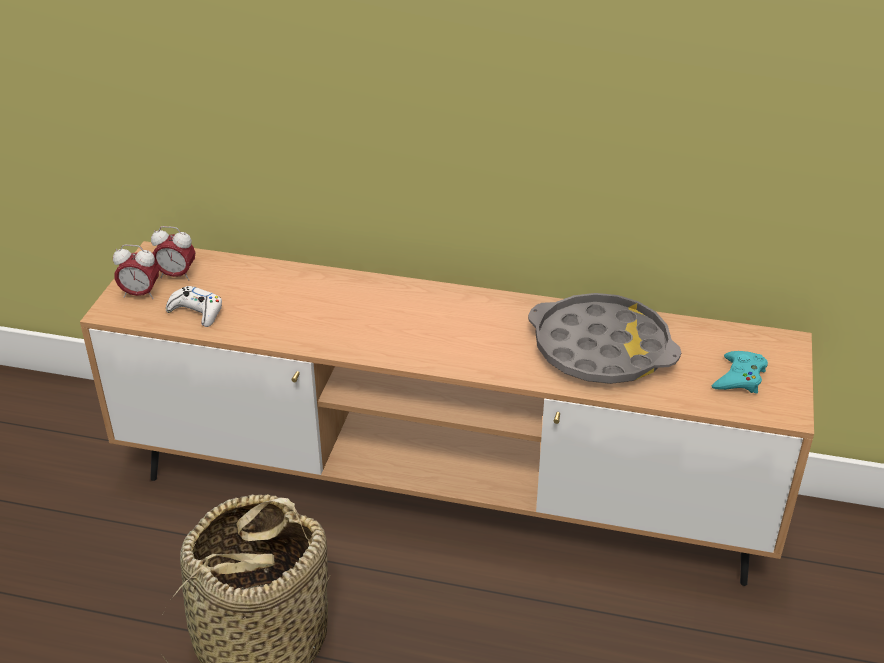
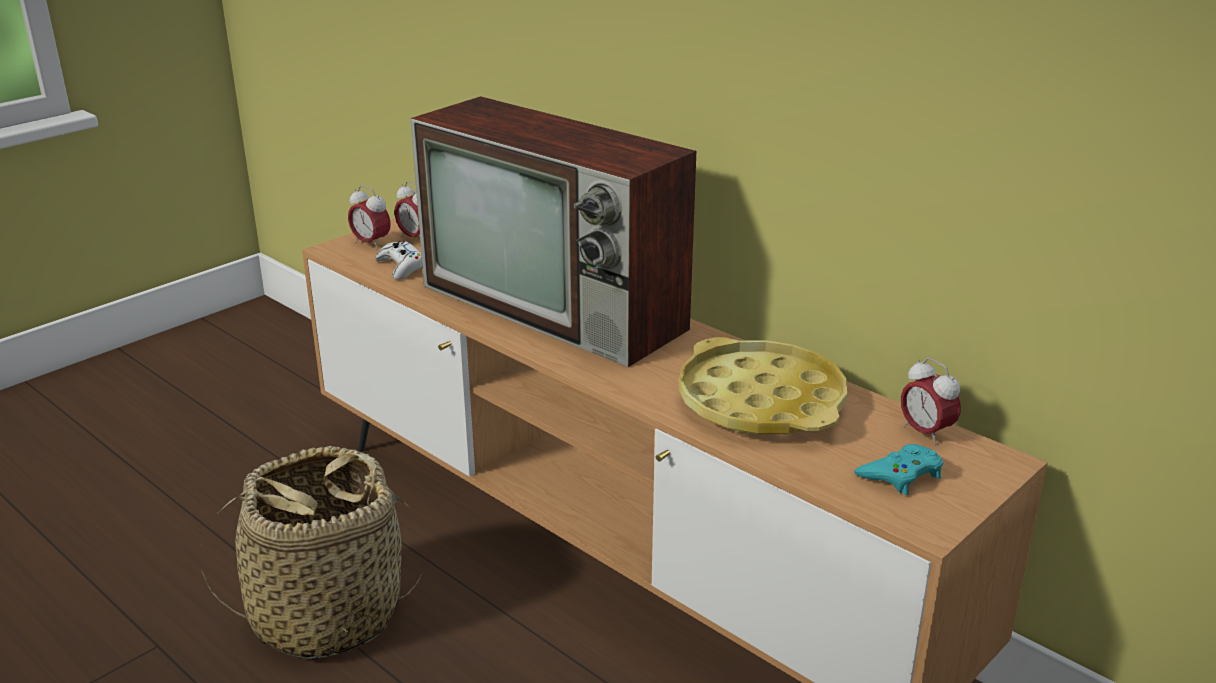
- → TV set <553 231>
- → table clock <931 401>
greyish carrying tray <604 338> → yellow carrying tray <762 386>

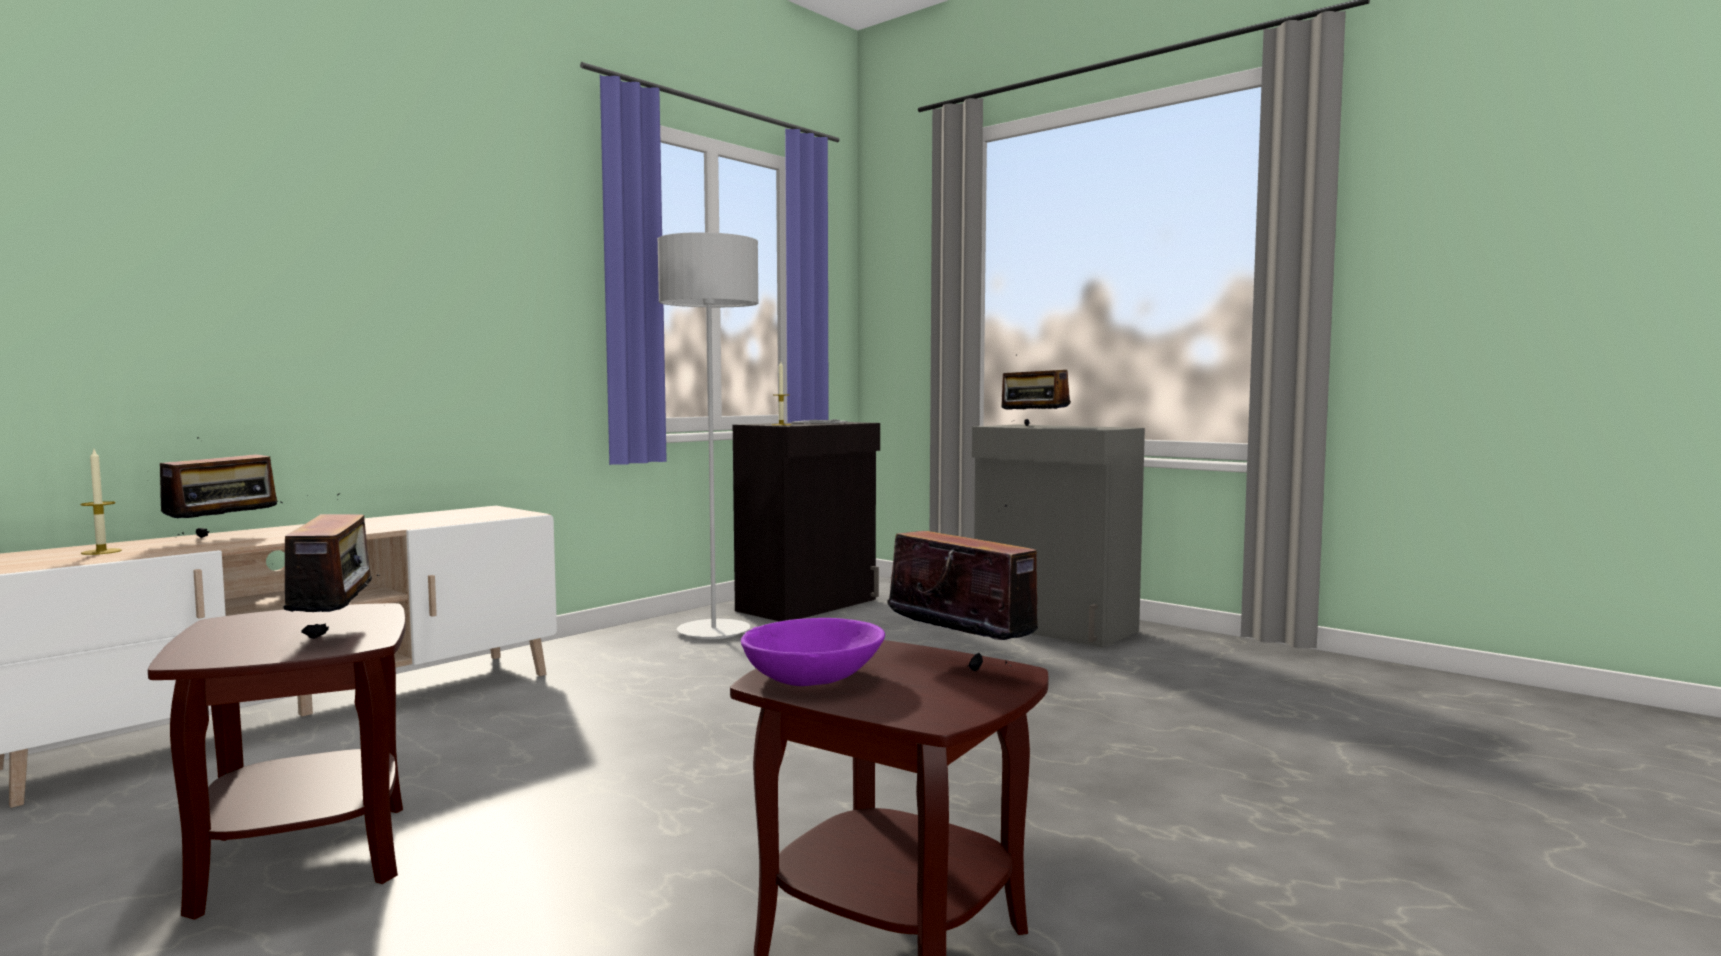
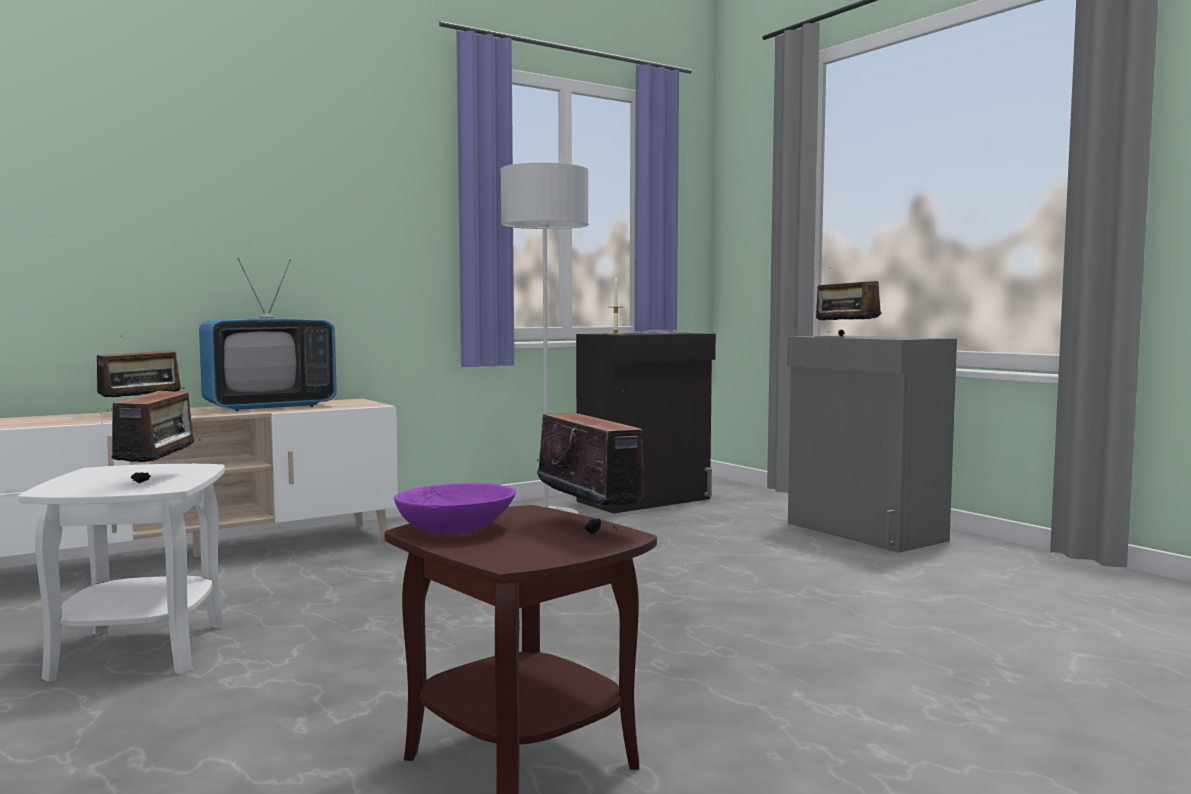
candle <101 502> → -
- → TV set <268 334>
brown end table <277 761> → whitish end table <121 573>

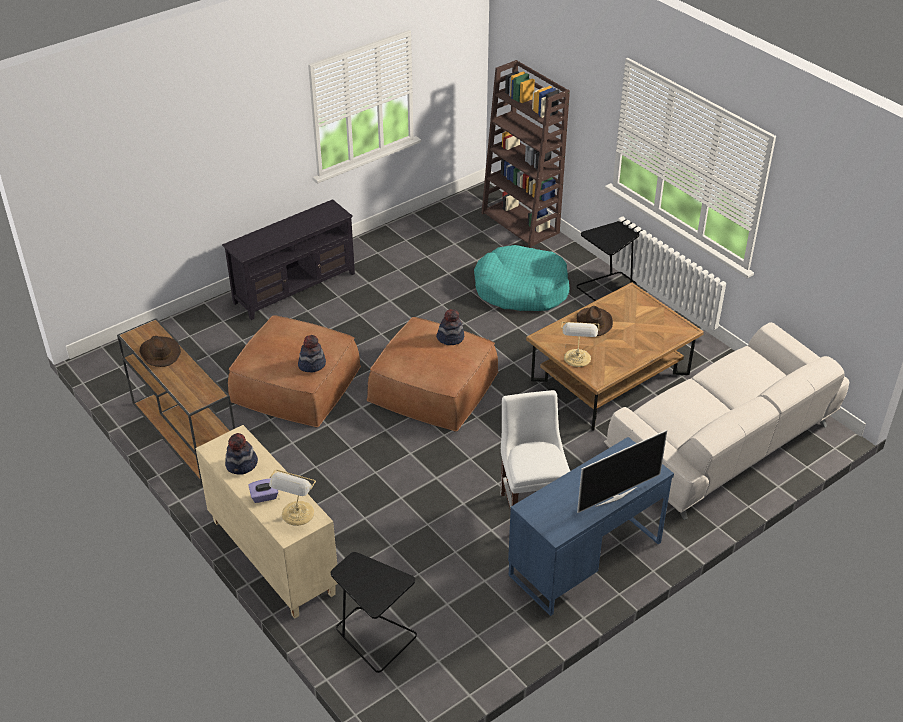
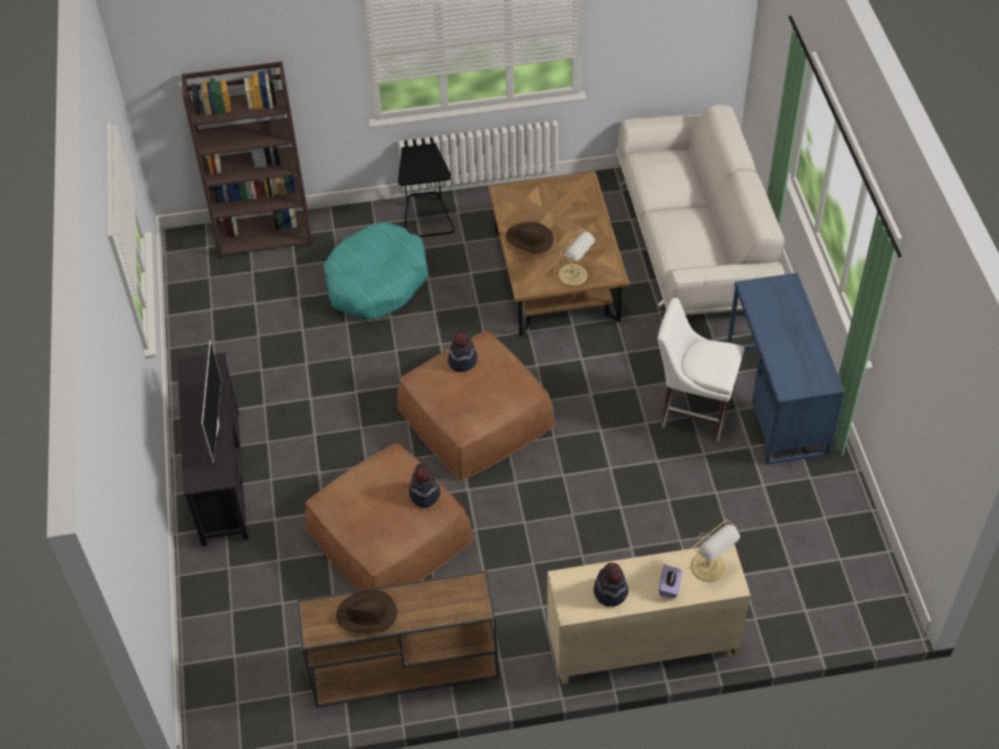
black end table <374 612> → -
TV set <622 471> → TV set <211 401>, moved

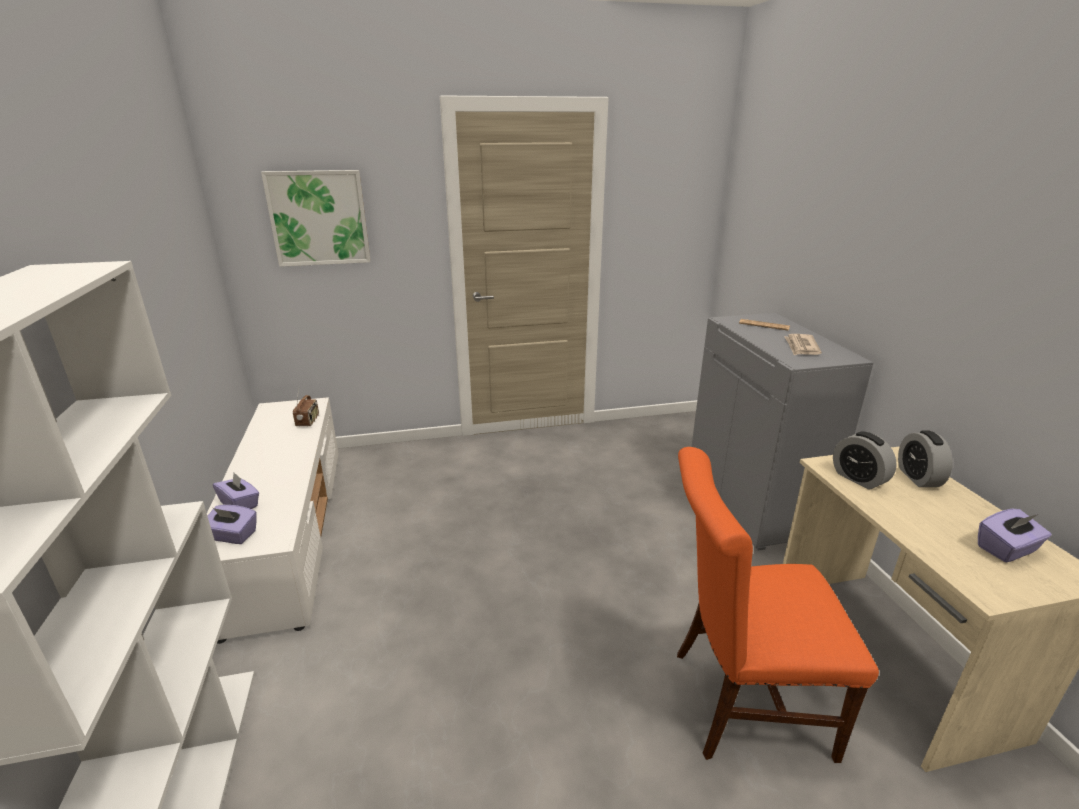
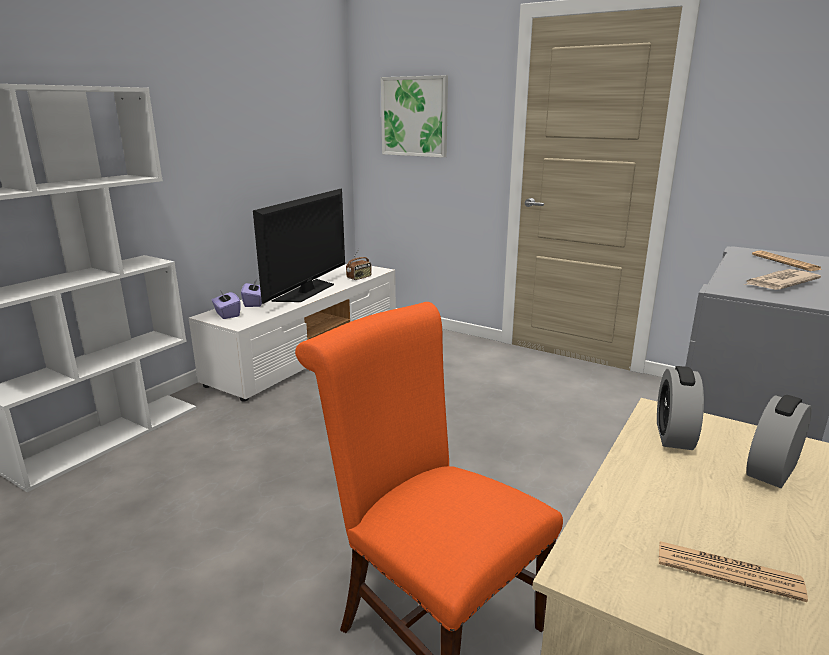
- → TV set <299 246>
purplish tissue holder <1015 535> → printed paper <733 571>

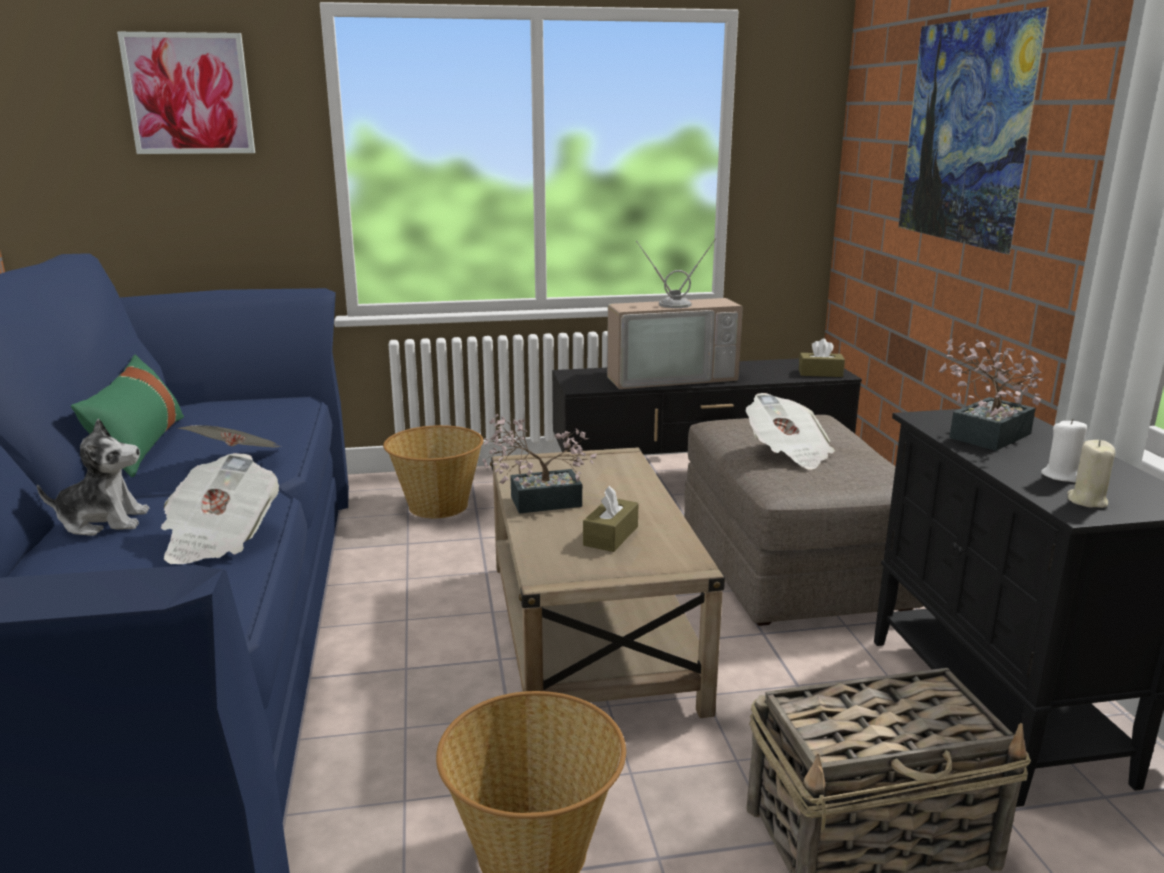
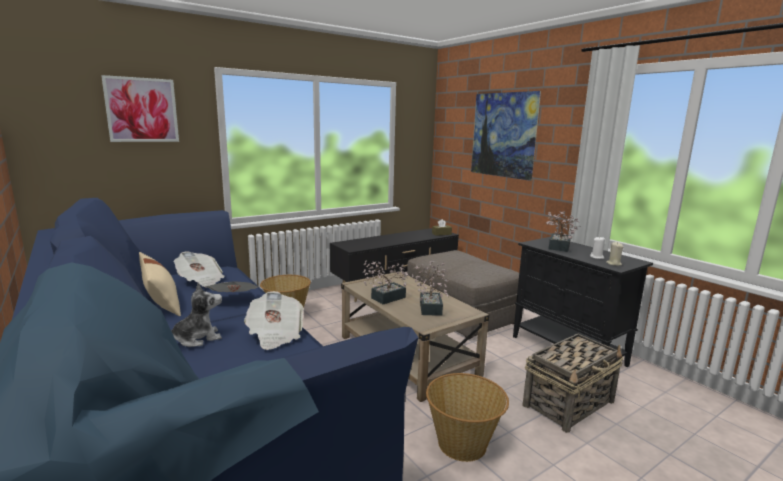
TV set <675 313> → -
printed paper <790 431> → printed paper <199 269>, moved
brown tissue holder <610 519> → houseplant <430 288>
green pillow <127 416> → sand-coloured pillow <160 284>

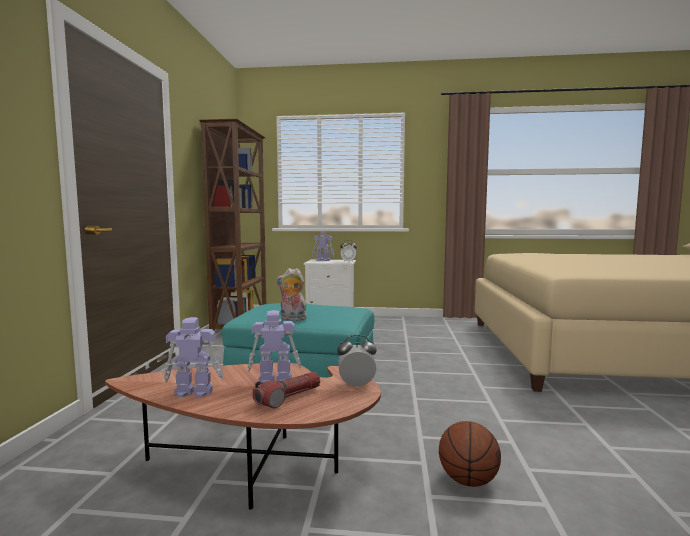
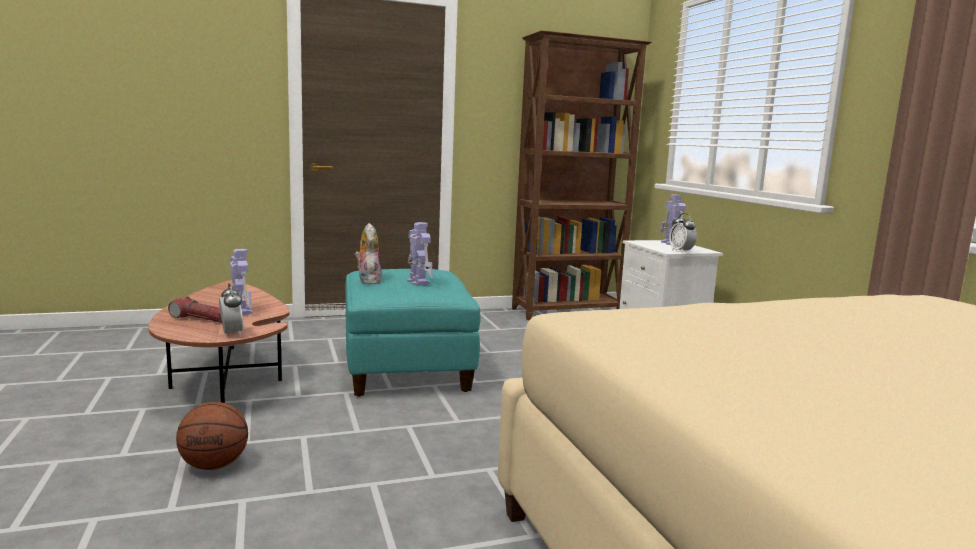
toy robot <194 357> → toy robot <420 254>, moved

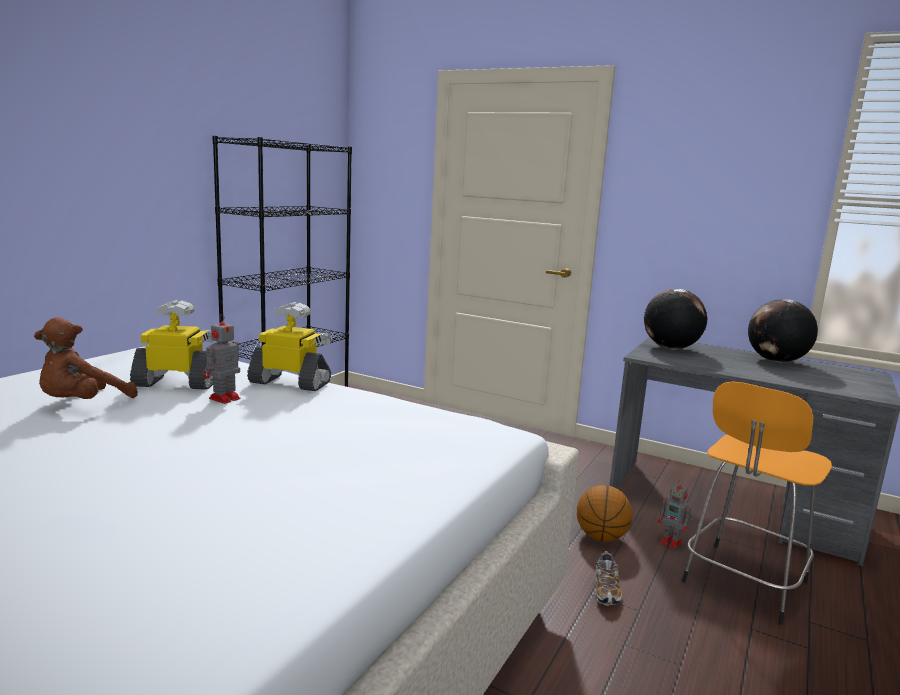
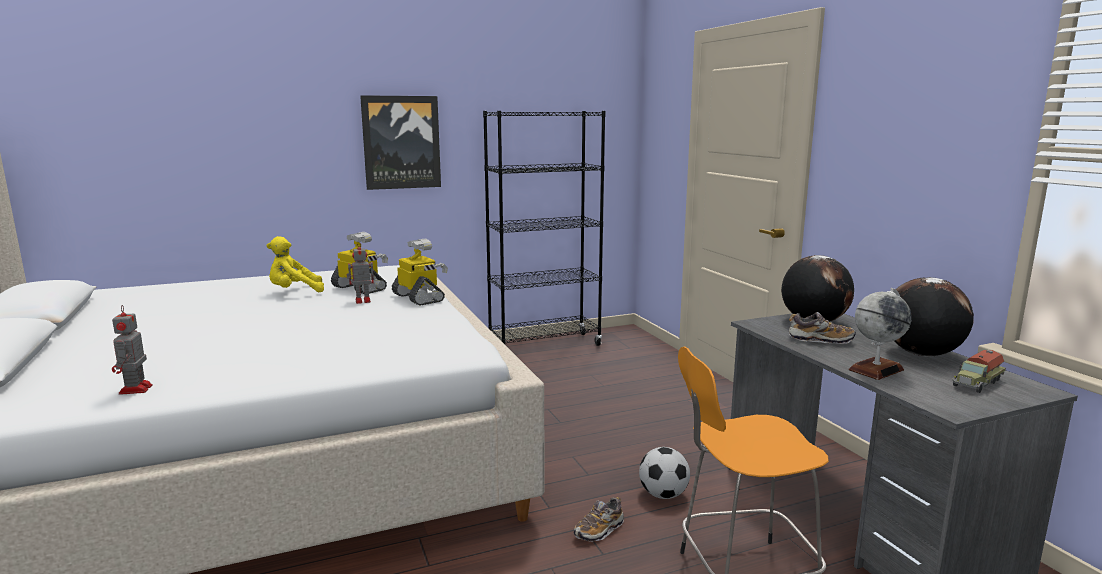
- → wall art <400 142>
- → shoe <822 328>
- → desk globe <880 334>
- → toy lorry <979 371>
toy robot <675 514> → toy robot <132 350>, moved
ball for basketball <605 513> → football <664 473>
brown soft toy <86 358> → yellow soft toy <295 264>

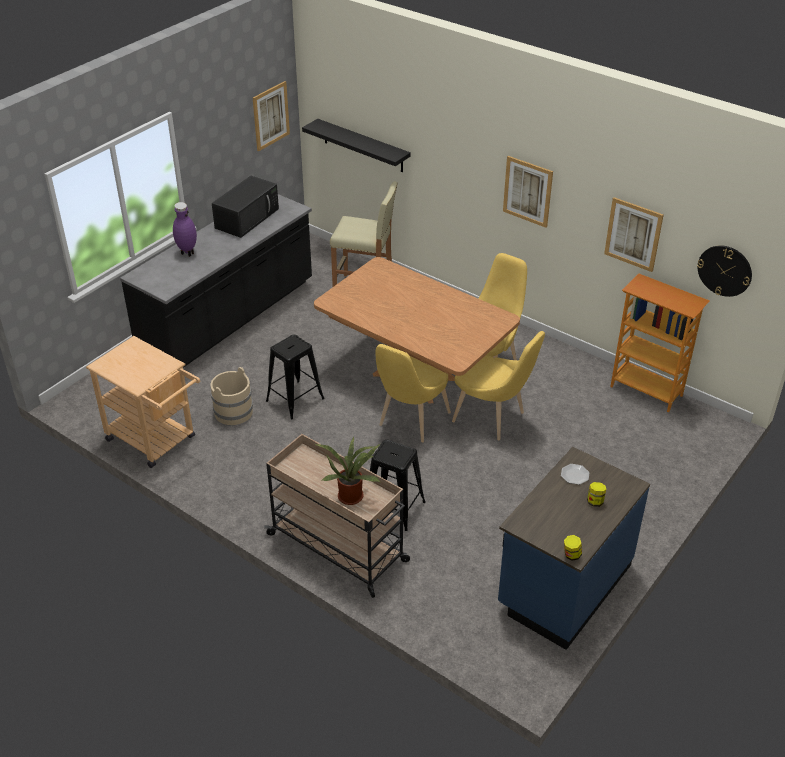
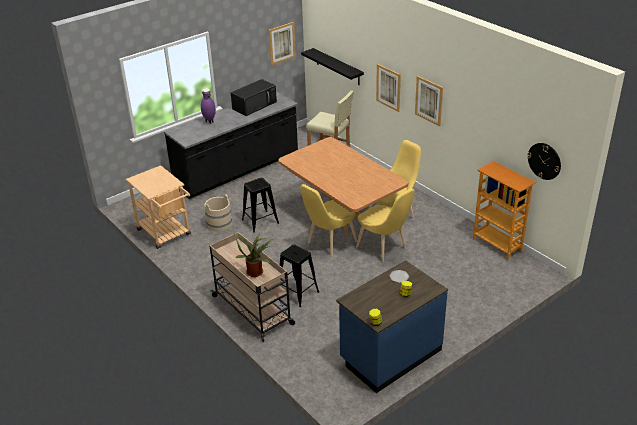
wall art <634 234> → wall art <388 88>, moved

